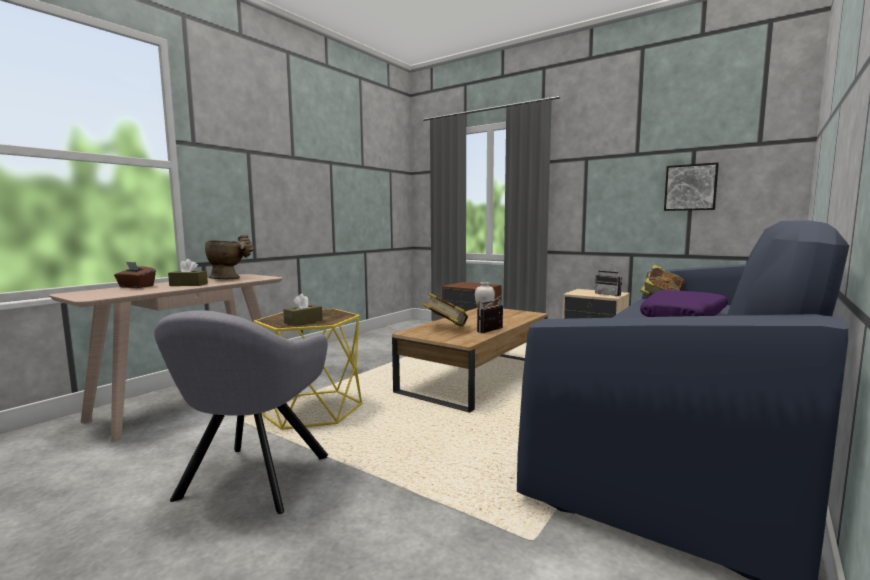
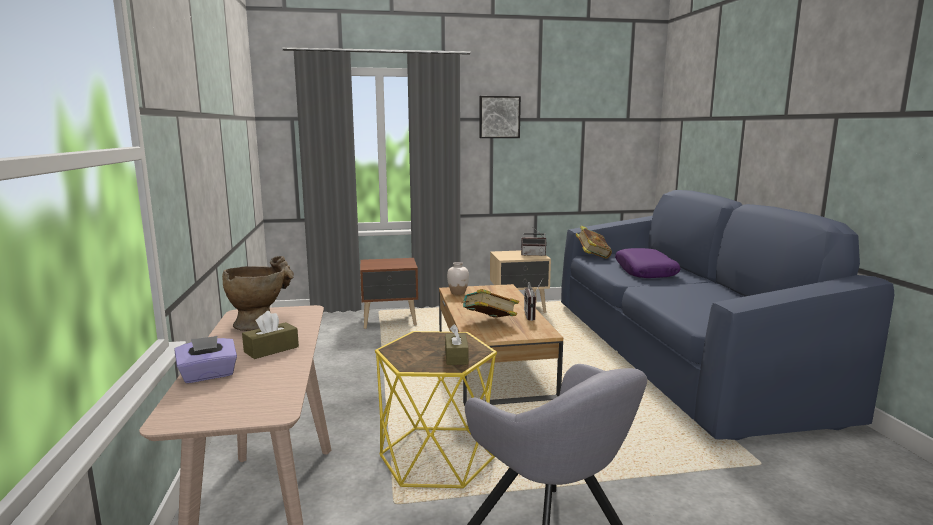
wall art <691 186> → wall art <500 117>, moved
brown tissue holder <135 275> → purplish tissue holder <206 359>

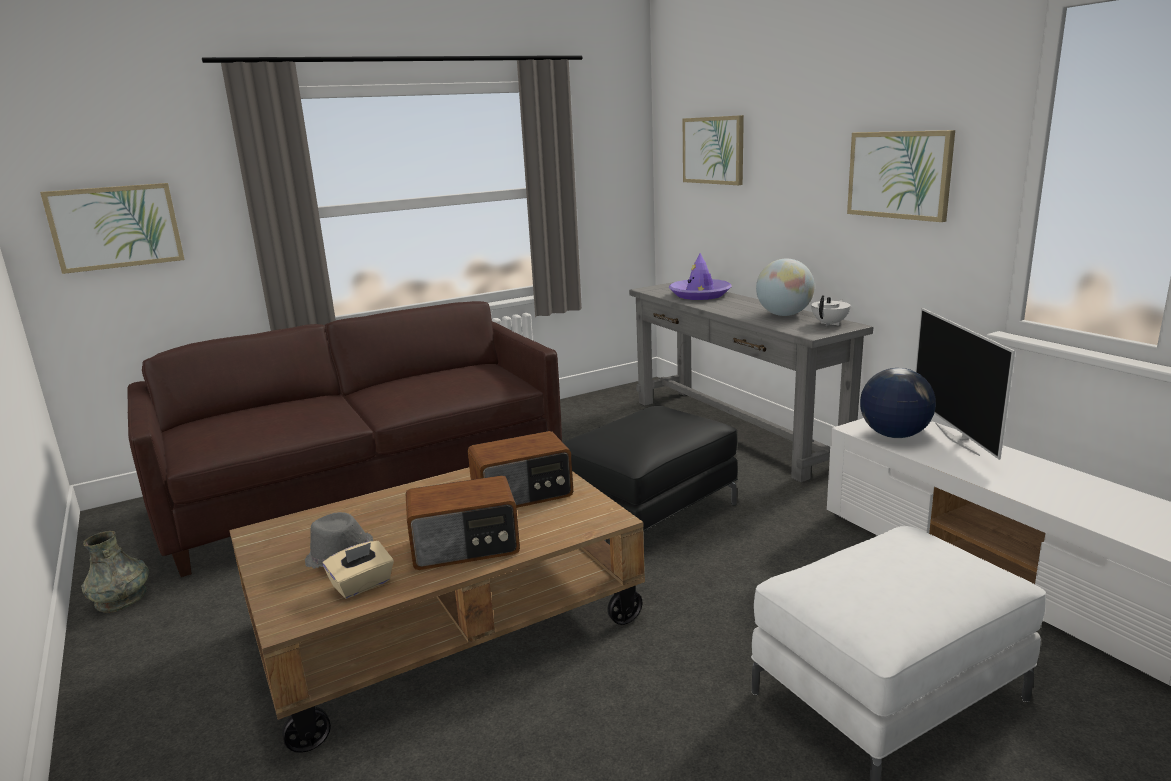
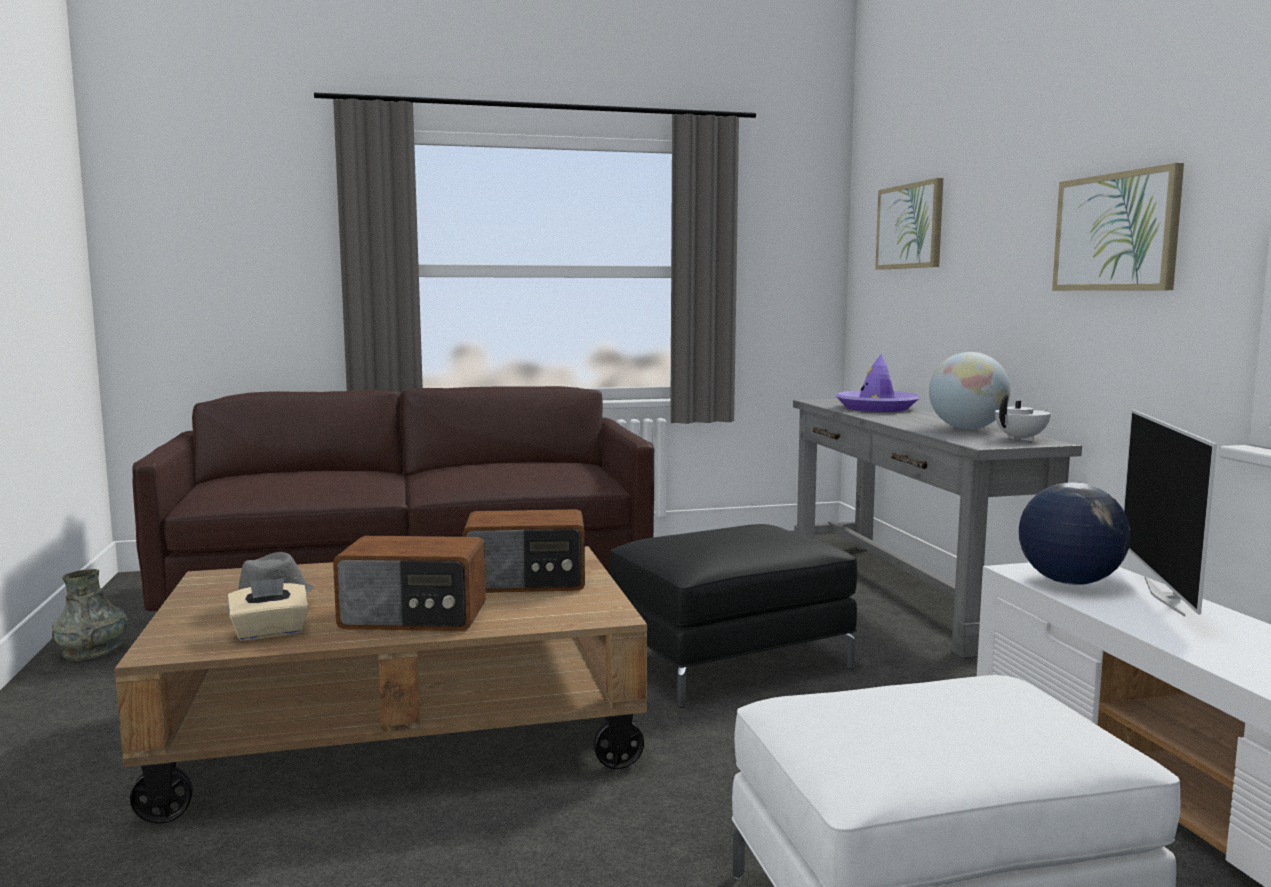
wall art <112 228> → -

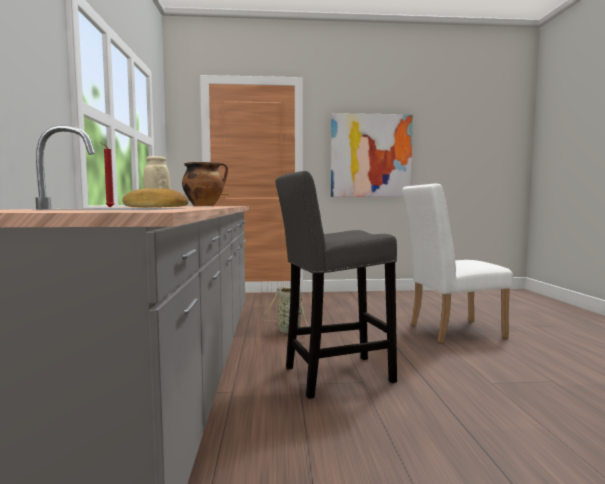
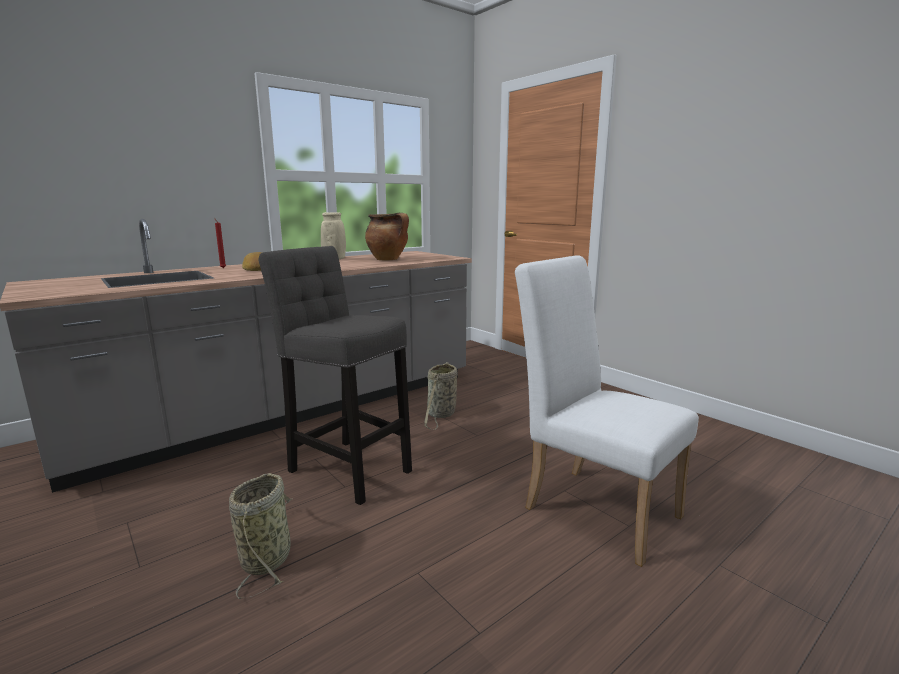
wall art <372 155> → -
- → household basket <261 536>

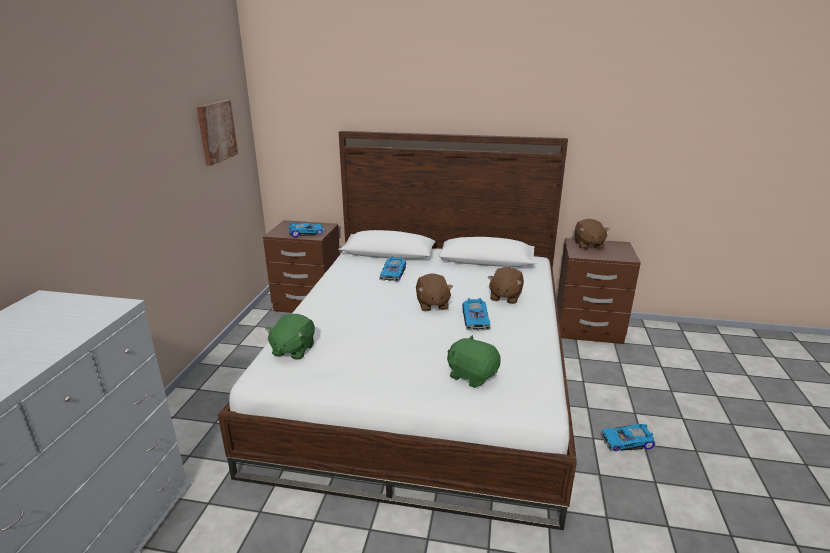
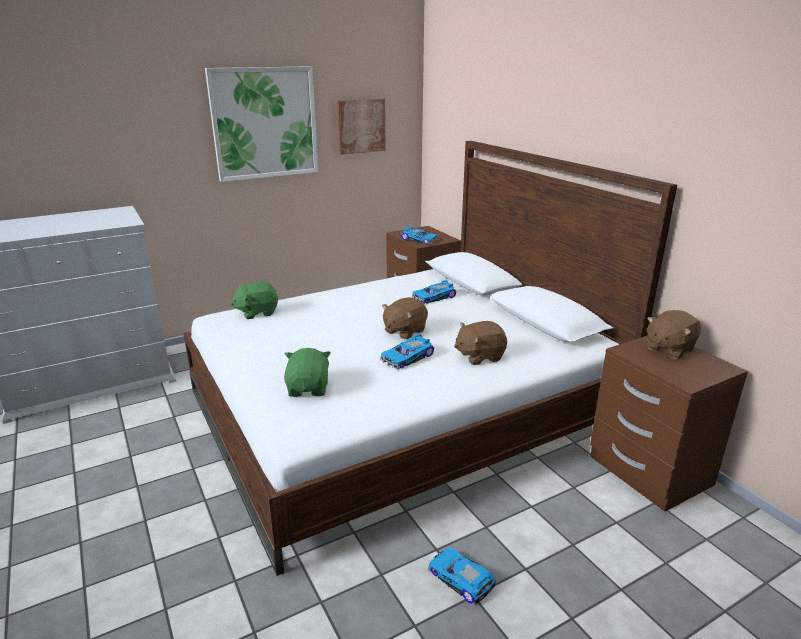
- → wall art <261 124>

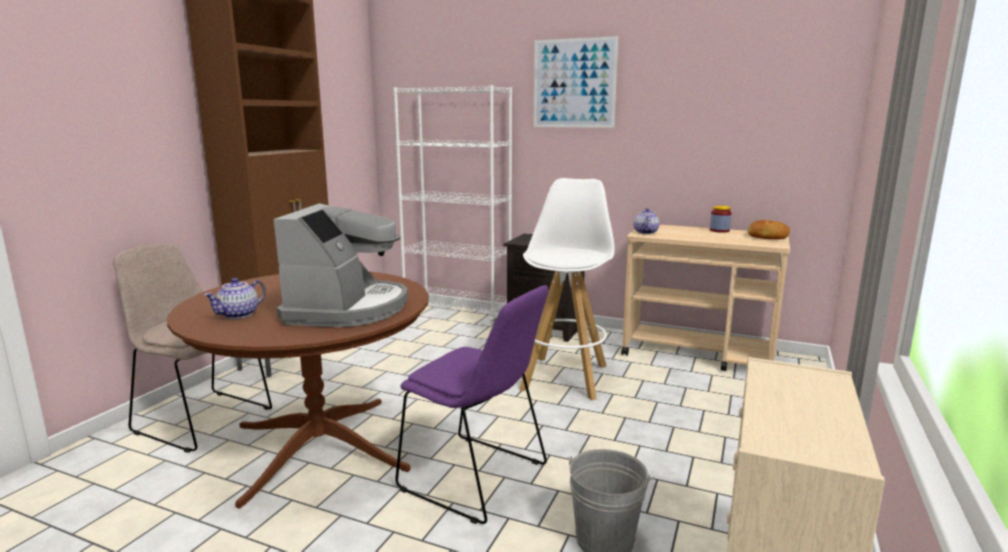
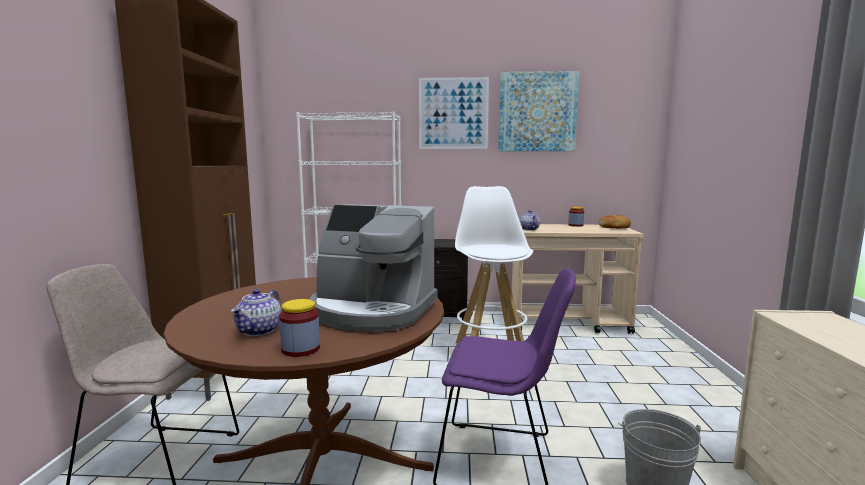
- → preserve jar <299 328>
- → wall art <538 111>
coffee machine <340 265> → coffee machine <373 268>, 120 degrees clockwise

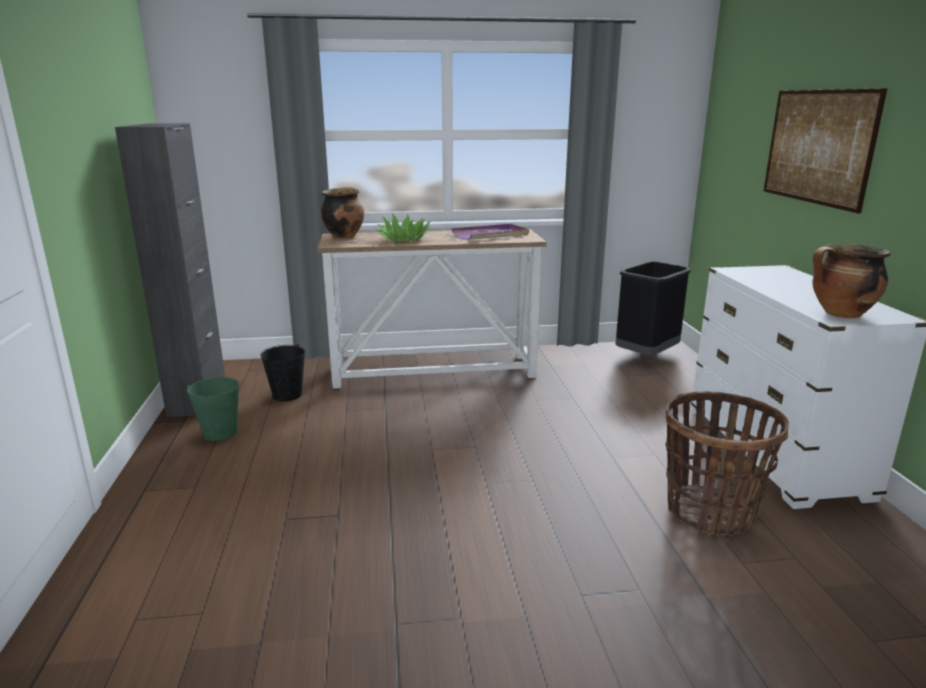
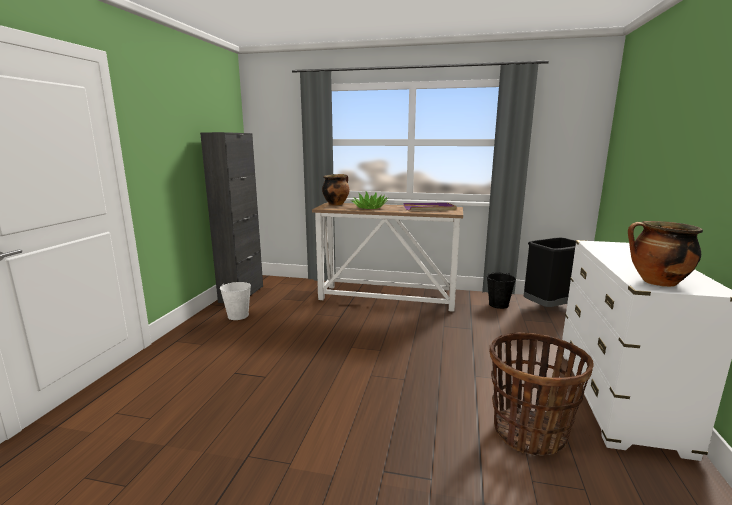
wall art <825 151> → -
black bucket <282 372> → black bucket <501 291>, moved
green bucket <213 409> → whitish bucket <235 301>

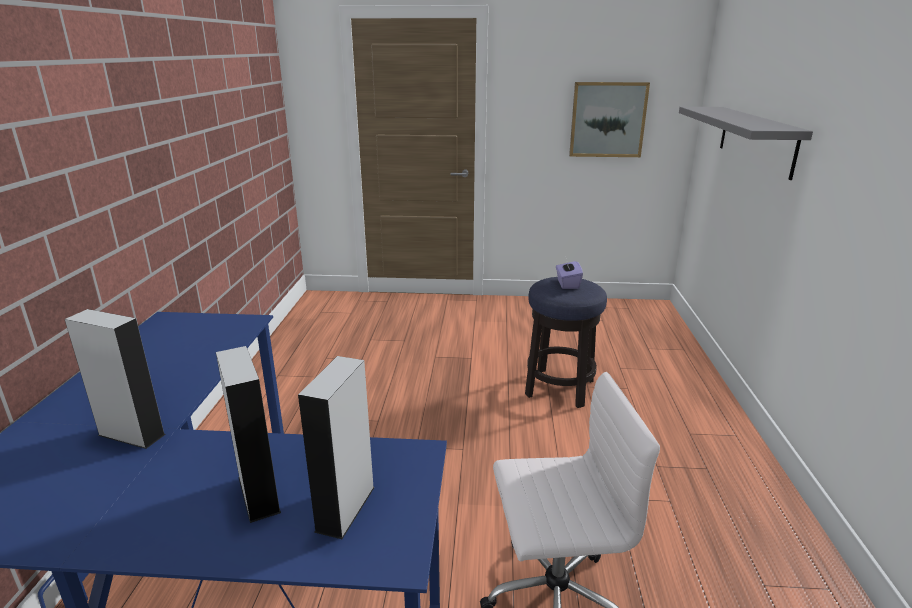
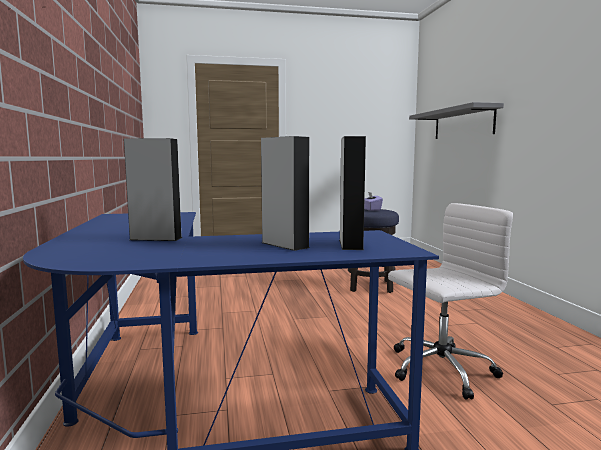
wall art <609 119> → -

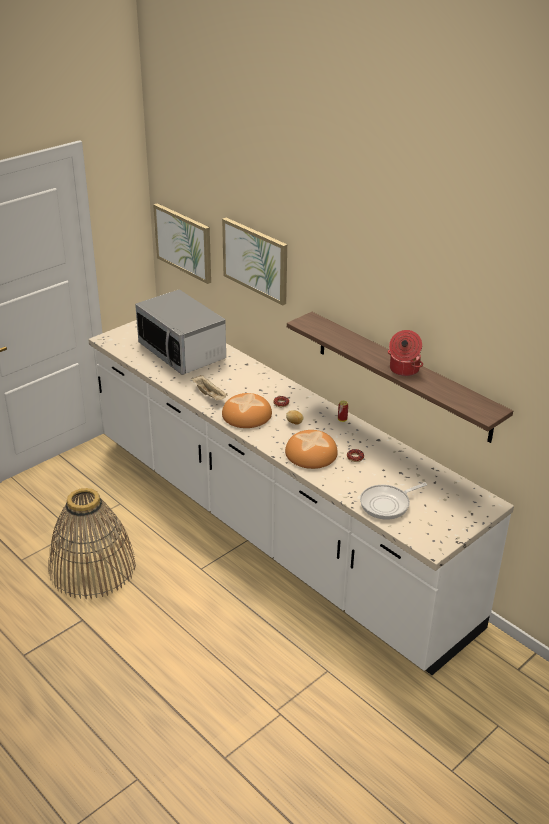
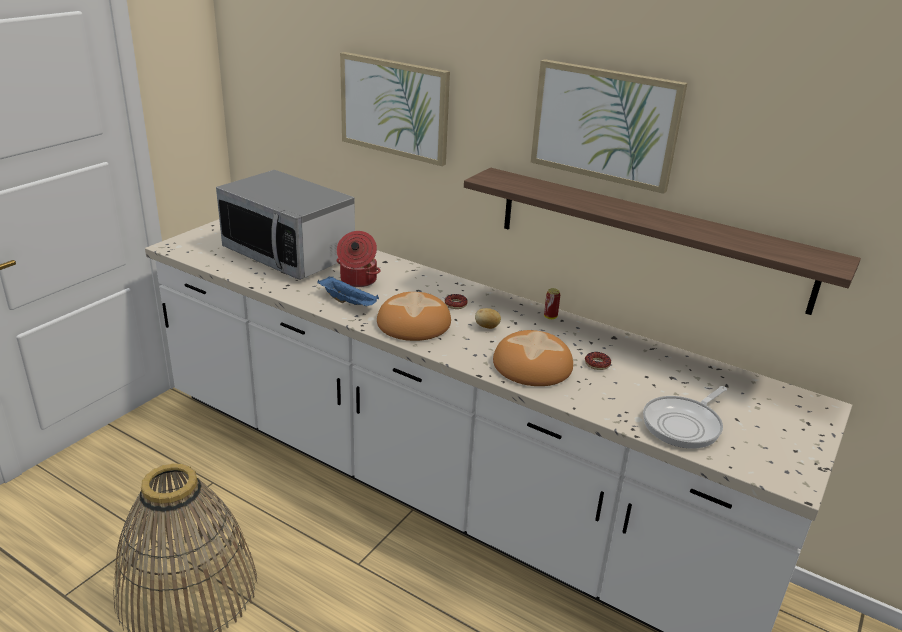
wall art <182 243> → wall art <609 126>, moved
stockpot <405 353> → stockpot <358 259>, moved
sand-coloured carrying tray <210 387> → blue-coloured carrying tray <348 291>

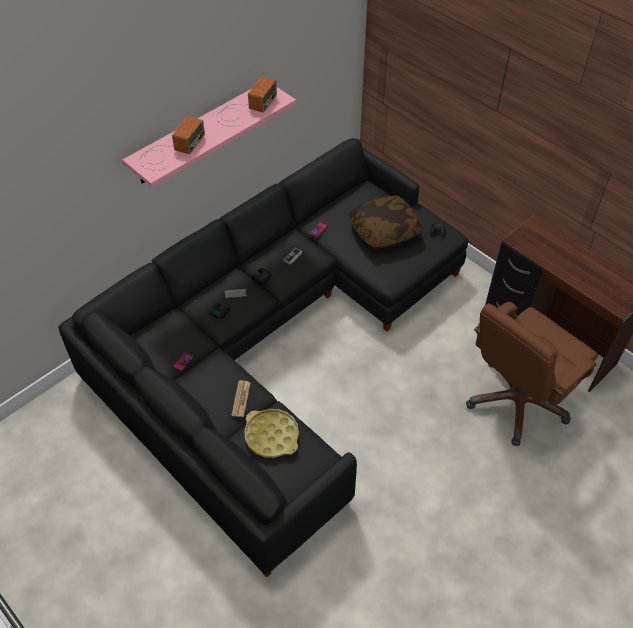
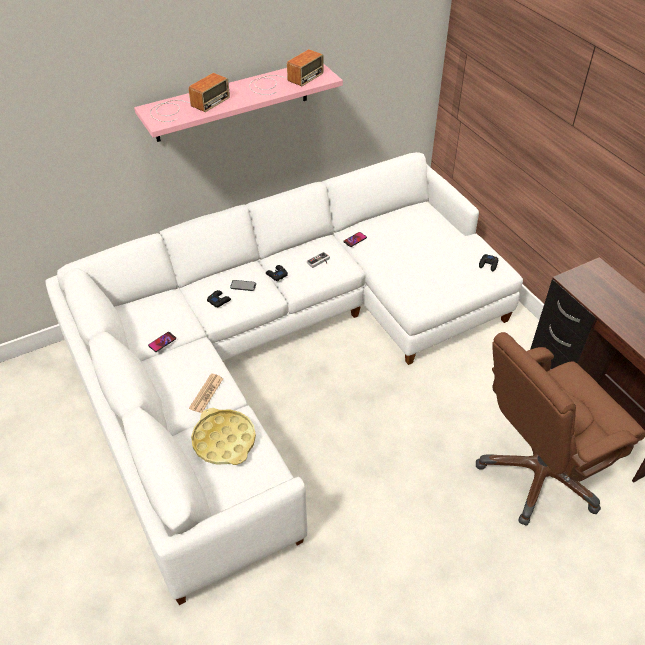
pillow <386 222> → -
black sofa <263 358> → whitish sofa <284 378>

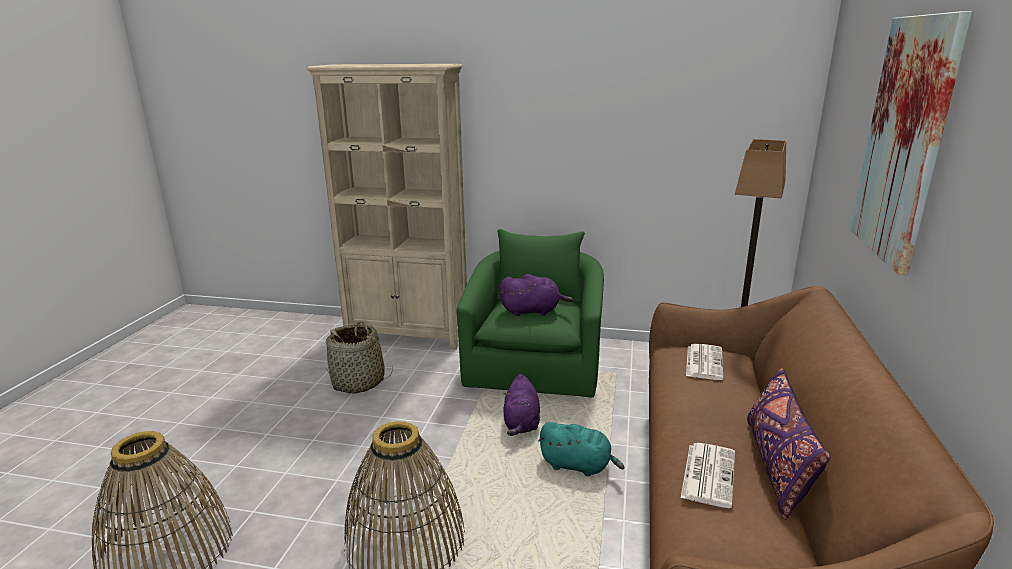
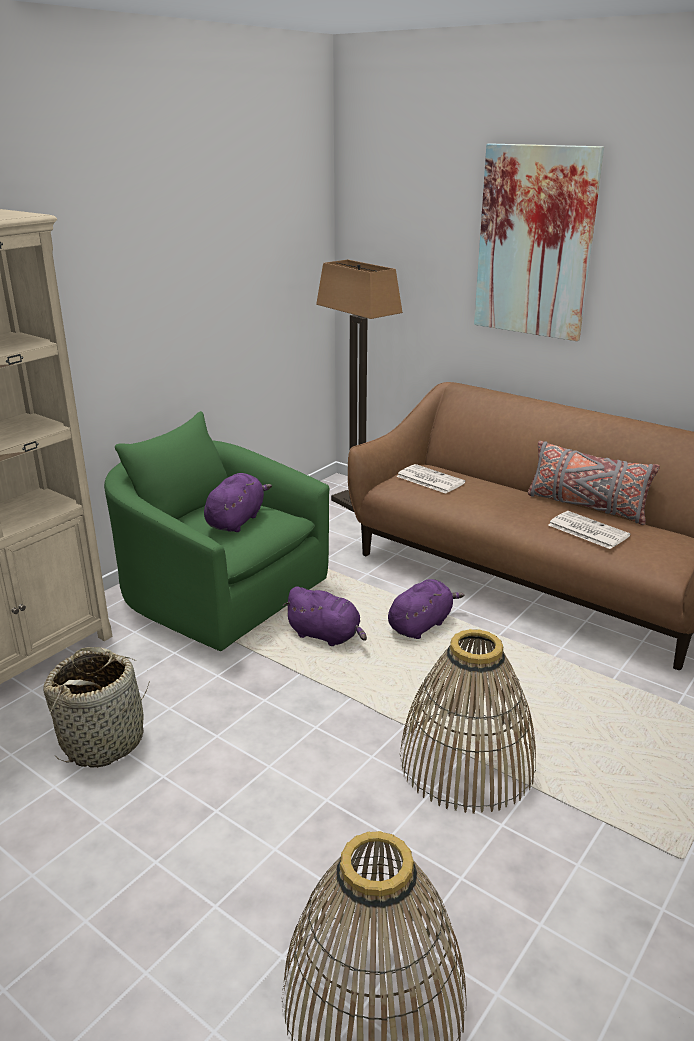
turquoise soft toy <581 449> → purplish soft toy <426 609>
purplish pillow <789 444> → greyish pillow <594 483>

